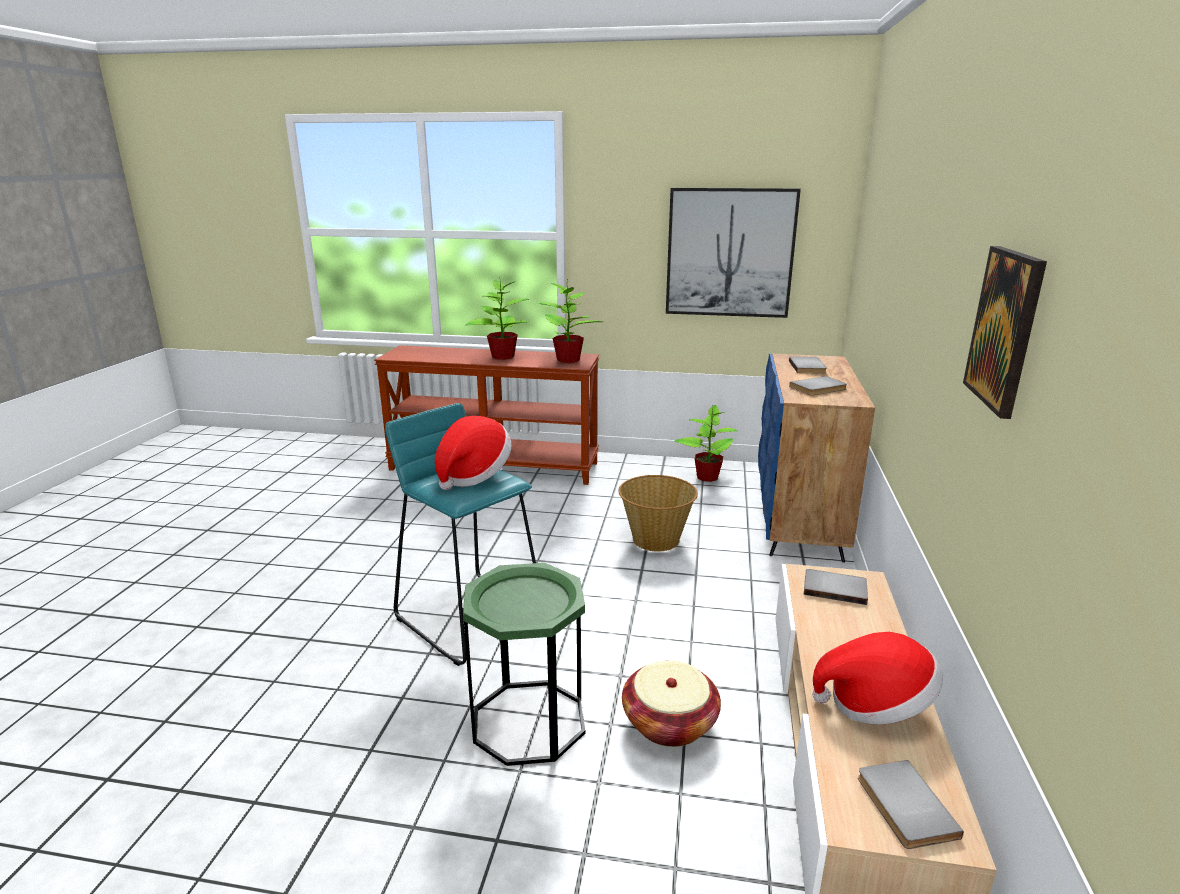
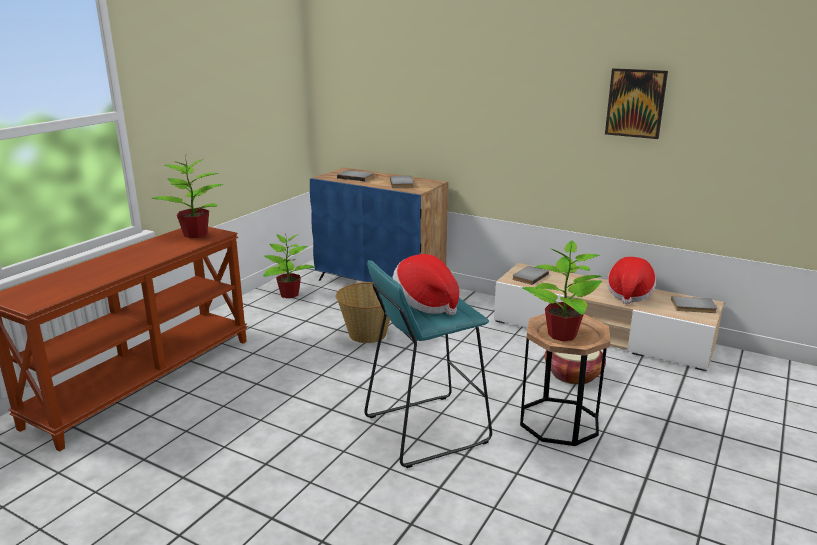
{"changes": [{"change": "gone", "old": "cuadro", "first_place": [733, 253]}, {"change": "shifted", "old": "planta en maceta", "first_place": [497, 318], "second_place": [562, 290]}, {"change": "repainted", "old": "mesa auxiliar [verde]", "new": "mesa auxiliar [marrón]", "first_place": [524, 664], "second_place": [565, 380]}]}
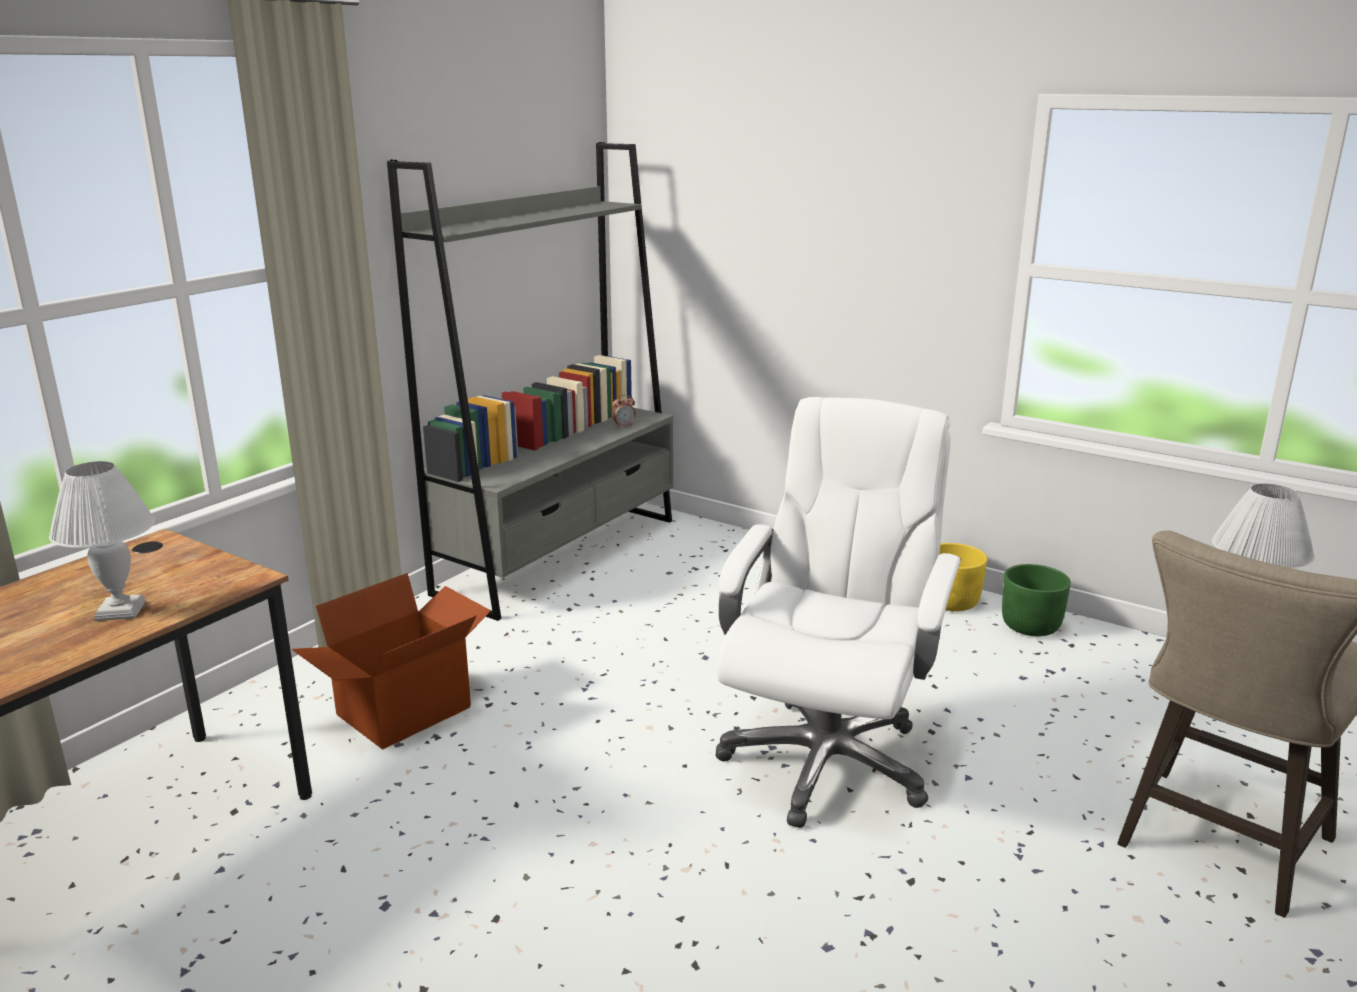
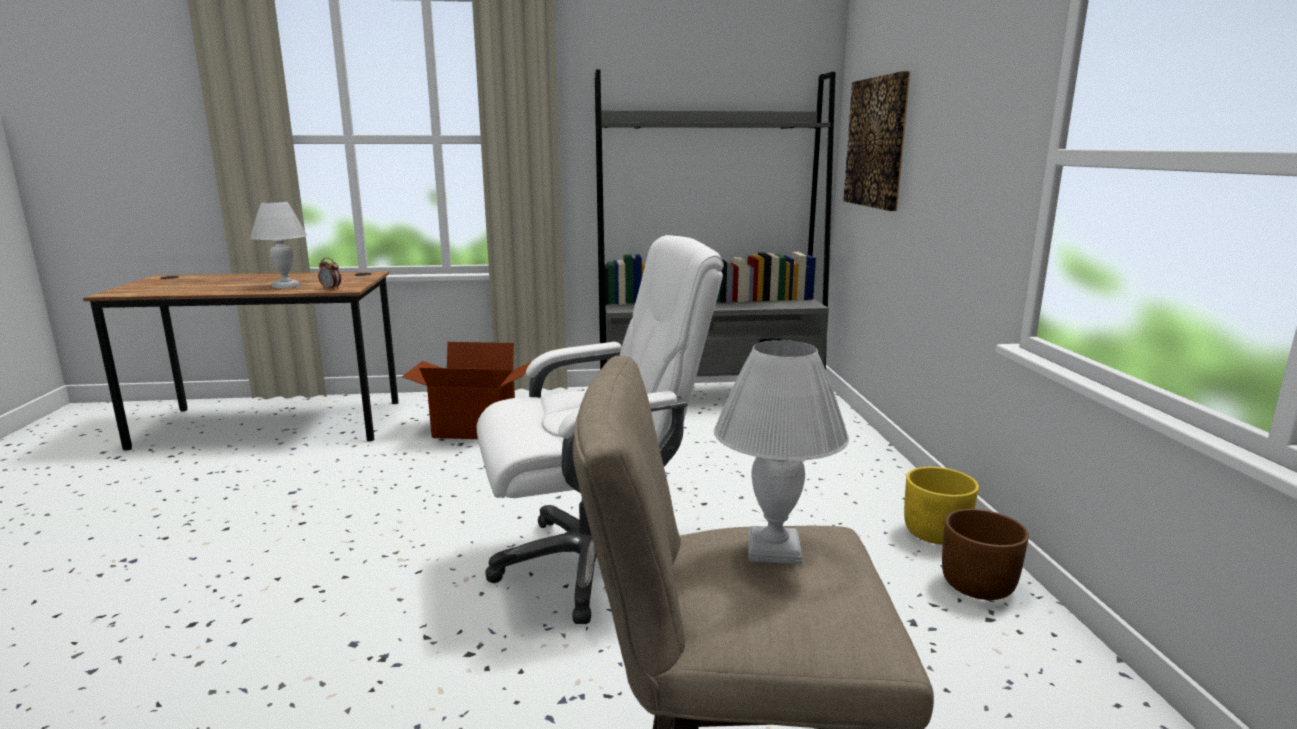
{"changes": [{"change": "new", "new": "cuadro", "second_place": [876, 141]}, {"change": "shifted", "old": "despertador", "first_place": [623, 411], "second_place": [329, 274]}, {"change": "repainted", "old": "maceta [verde]", "new": "maceta [marrón]", "first_place": [1036, 600], "second_place": [985, 554]}]}
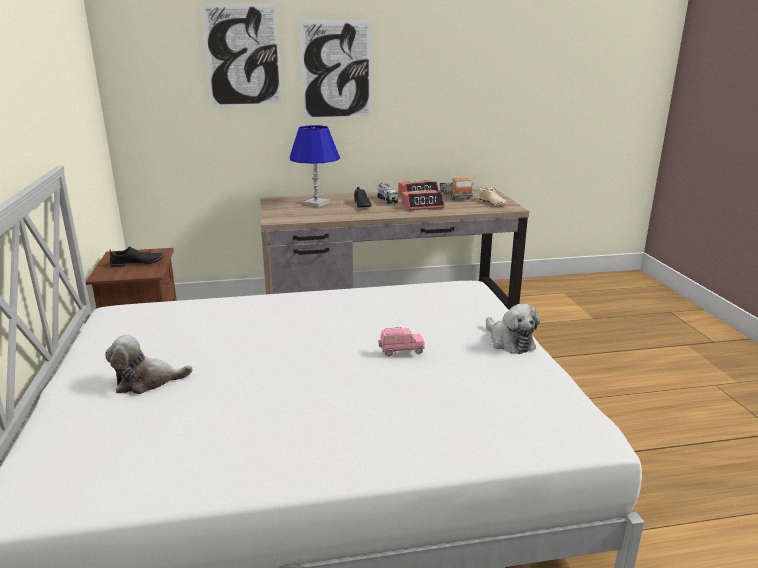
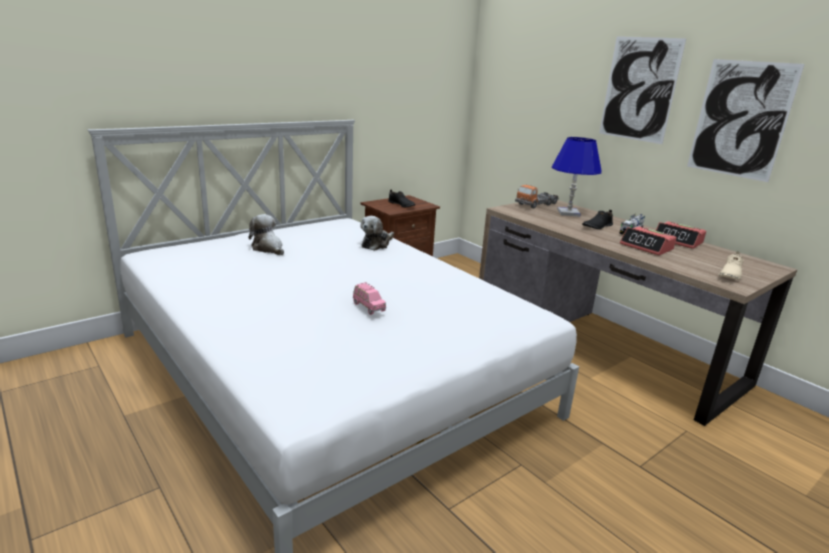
{"changes": [{"change": "shifted", "old": "cuadro", "first_place": [241, 55], "second_place": [746, 120]}, {"change": "shifted", "old": "camión de juguete", "first_place": [456, 189], "second_place": [537, 196]}, {"change": "shifted", "old": "peluche", "first_place": [513, 329], "second_place": [377, 233]}]}
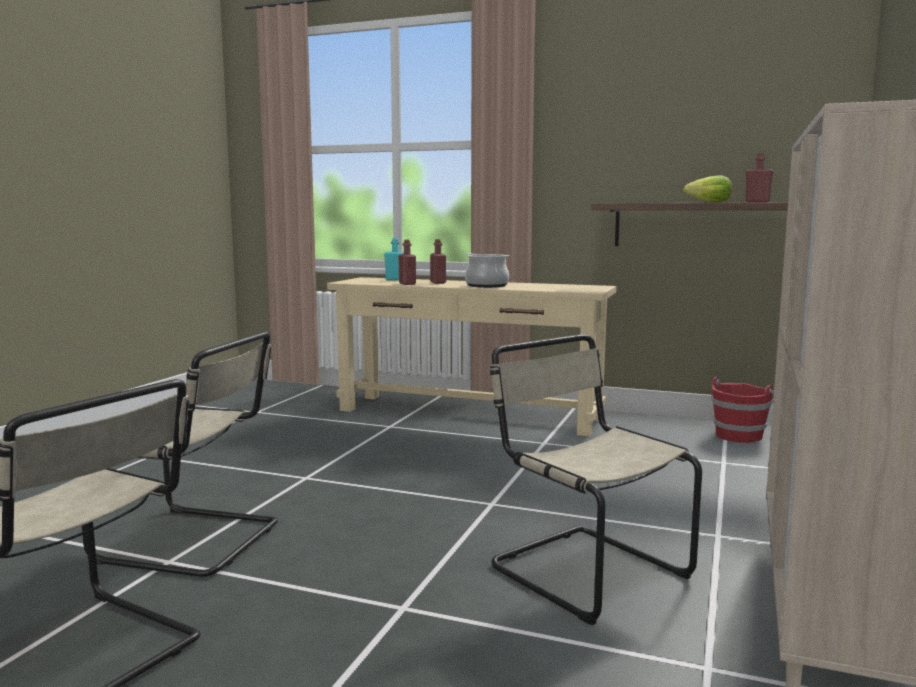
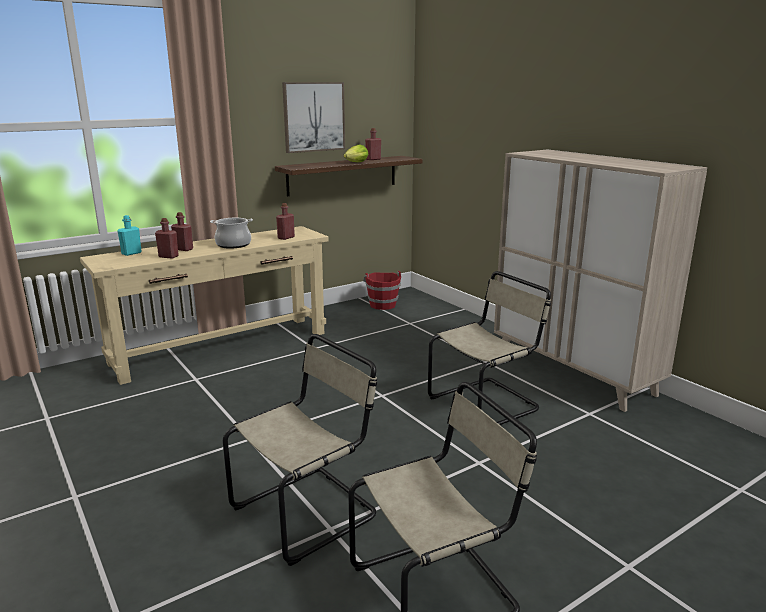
{"changes": [{"change": "new", "new": "botella [rojo]", "second_place": [285, 221]}, {"change": "new", "new": "cuadro", "second_place": [313, 117]}, {"change": "rotated", "old": "silla [beis]", "first_place": [596, 479], "second_place": [489, 348], "degrees": 150}]}
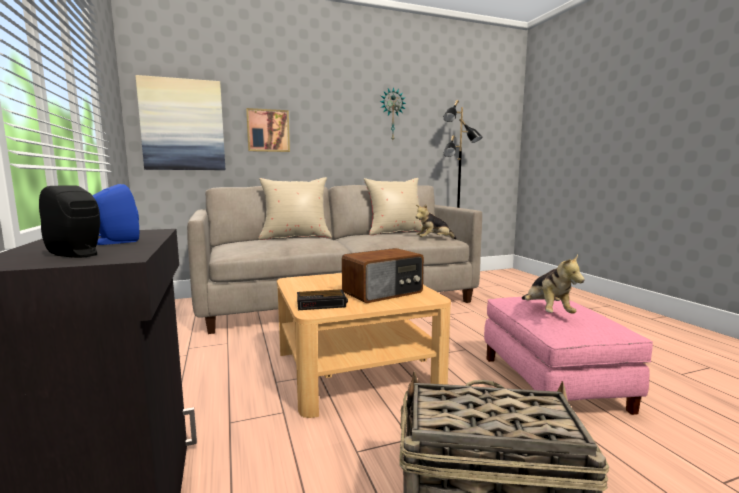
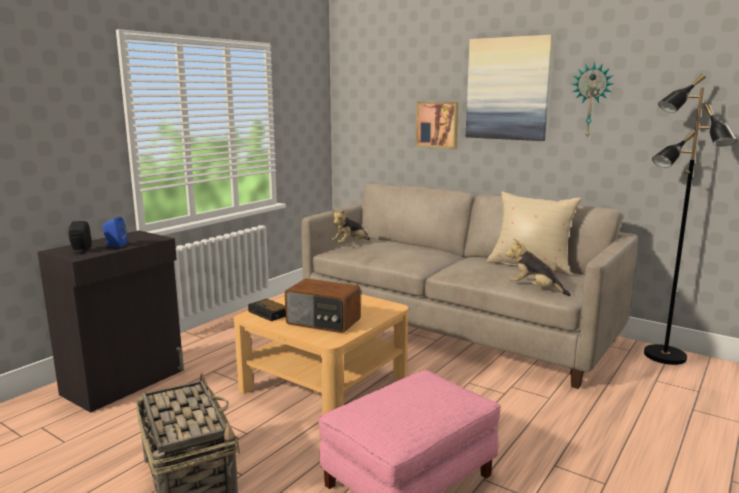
{"changes": [{"change": "gone", "old": "cojín [beis]", "first_place": [295, 208]}, {"change": "shifted", "old": "cuadro", "first_place": [180, 122], "second_place": [509, 88]}, {"change": "shifted", "old": "peluche", "first_place": [553, 284], "second_place": [350, 226]}]}
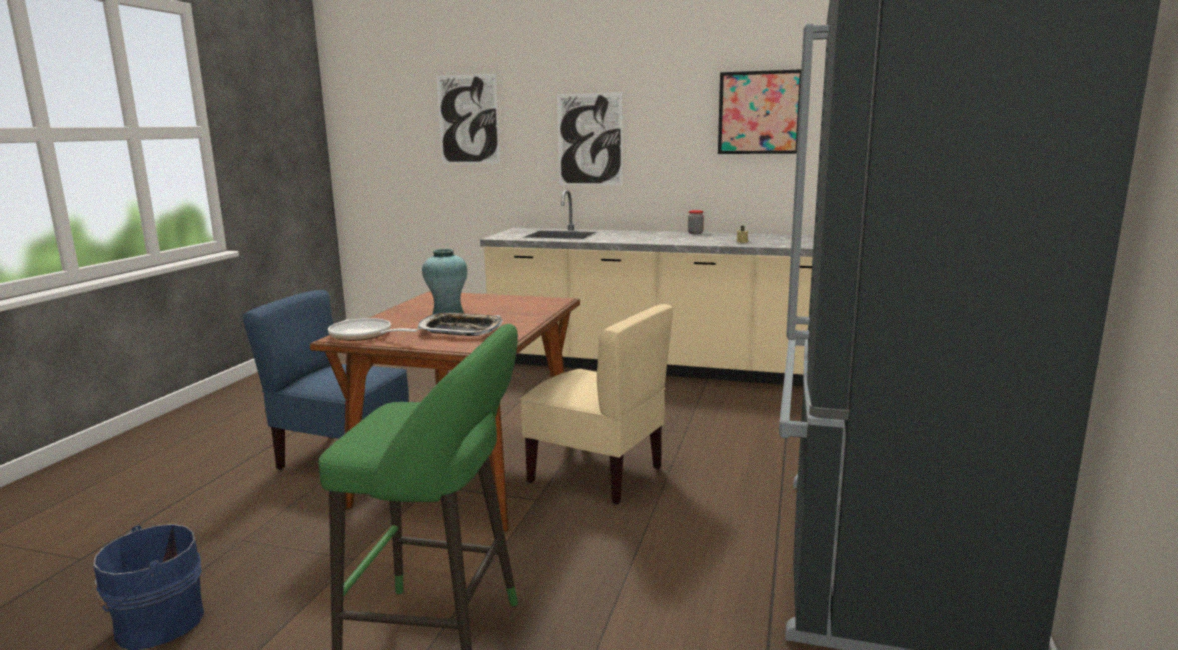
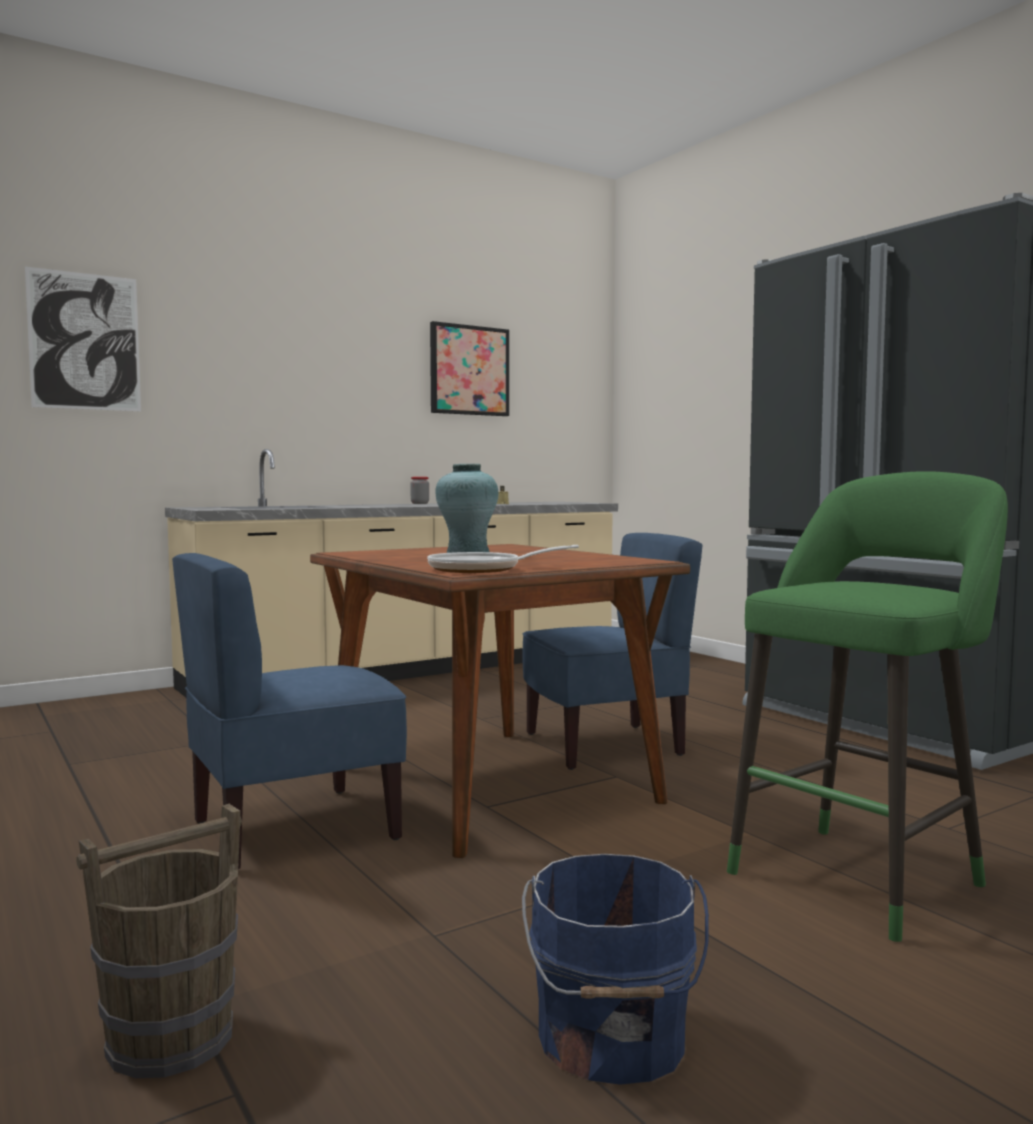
{"changes": [{"change": "gone", "old": "bandeja", "first_place": [460, 324]}, {"change": "gone", "old": "cuadro", "first_place": [590, 138]}, {"change": "new", "new": "cubo [marrón]", "second_place": [159, 941]}, {"change": "repainted", "old": "silla [beis]", "new": "silla [azul]", "first_place": [596, 404], "second_place": [612, 651]}]}
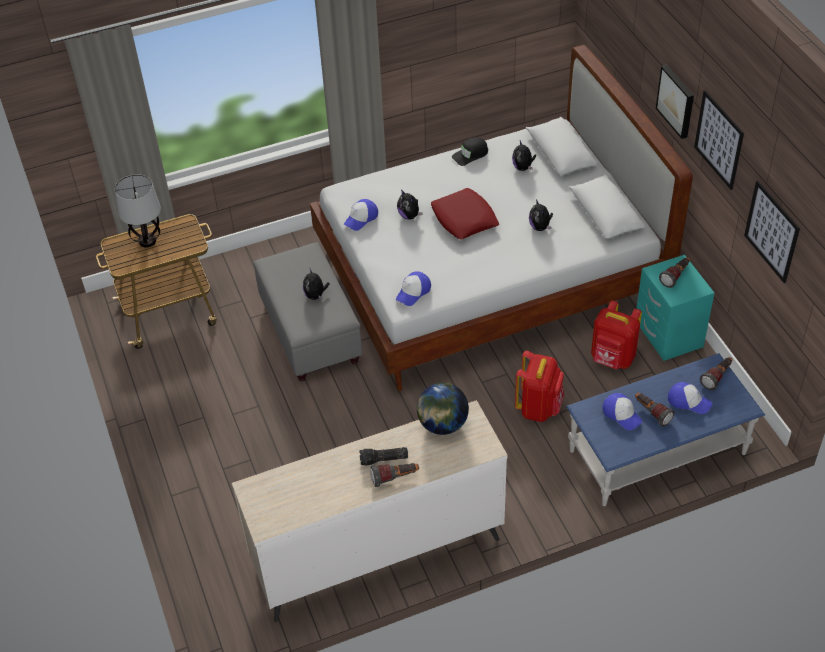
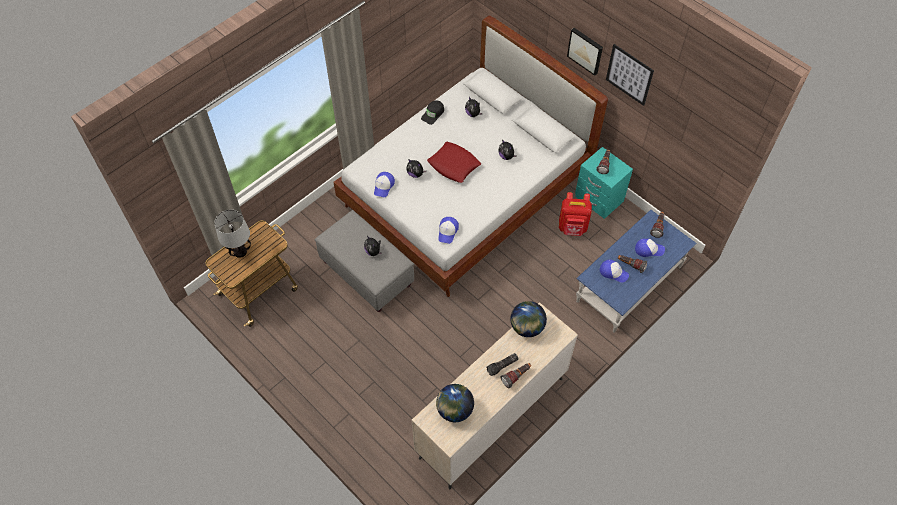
{"changes": [{"change": "gone", "old": "mochila [rojo]", "first_place": [539, 386]}, {"change": "gone", "old": "cuadro", "first_place": [772, 232]}, {"change": "new", "new": "globo terráqueo", "second_place": [455, 403]}]}
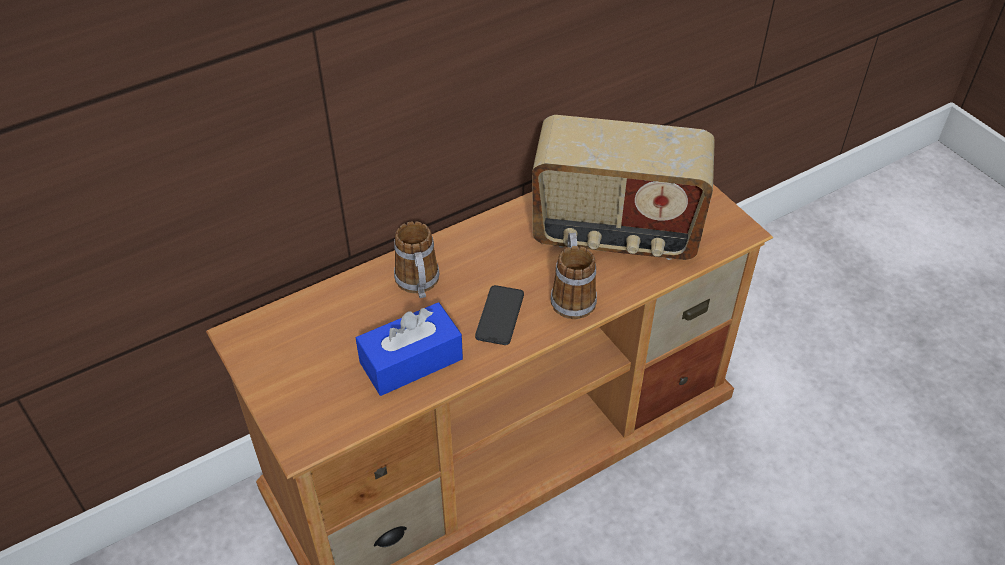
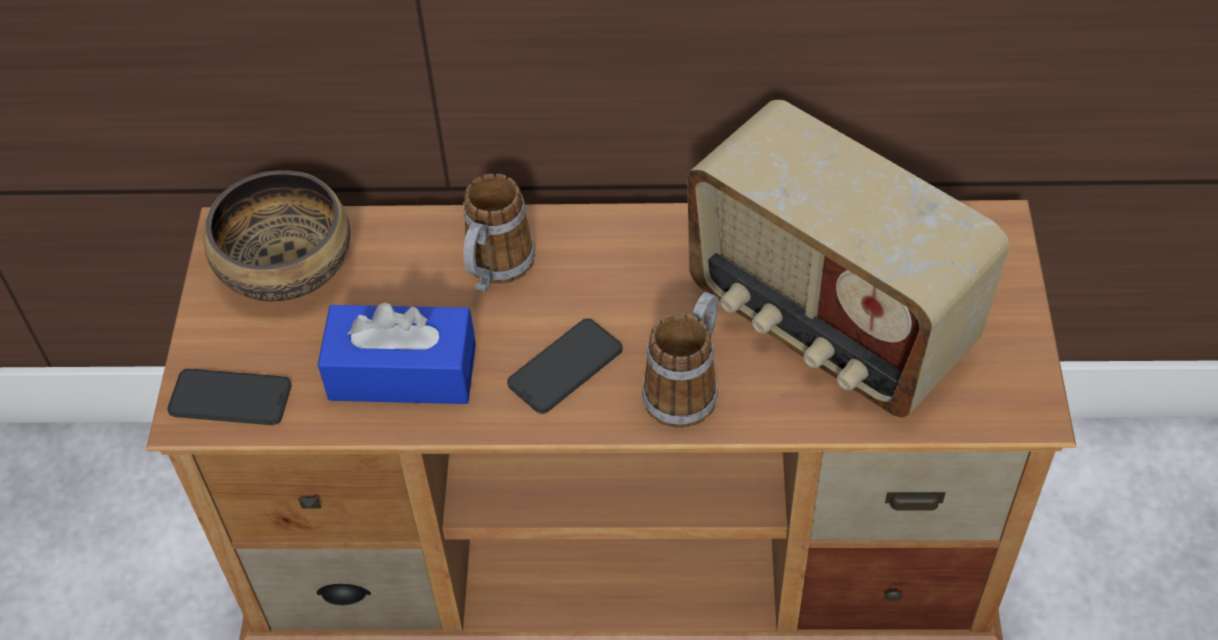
{"changes": [{"change": "new", "new": "móvil", "second_place": [229, 397]}, {"change": "new", "new": "cuenco", "second_place": [276, 235]}]}
